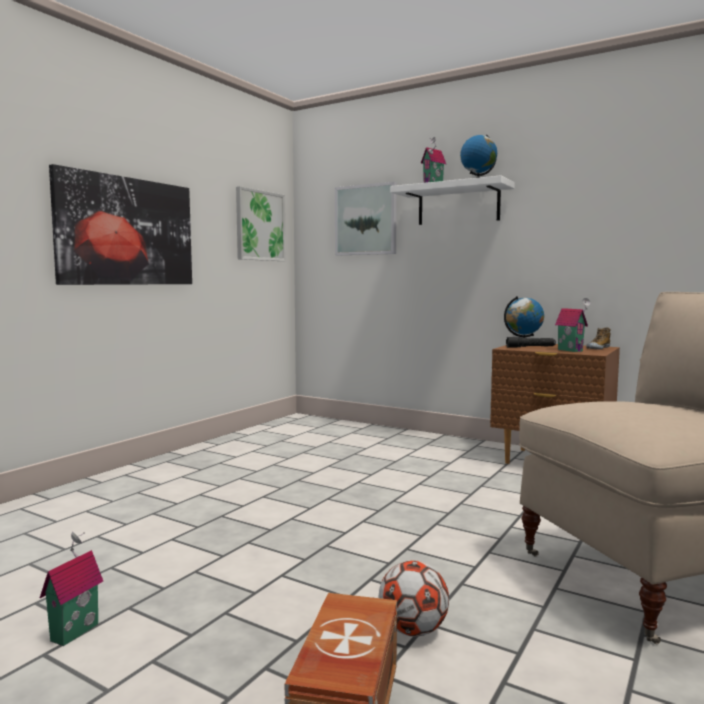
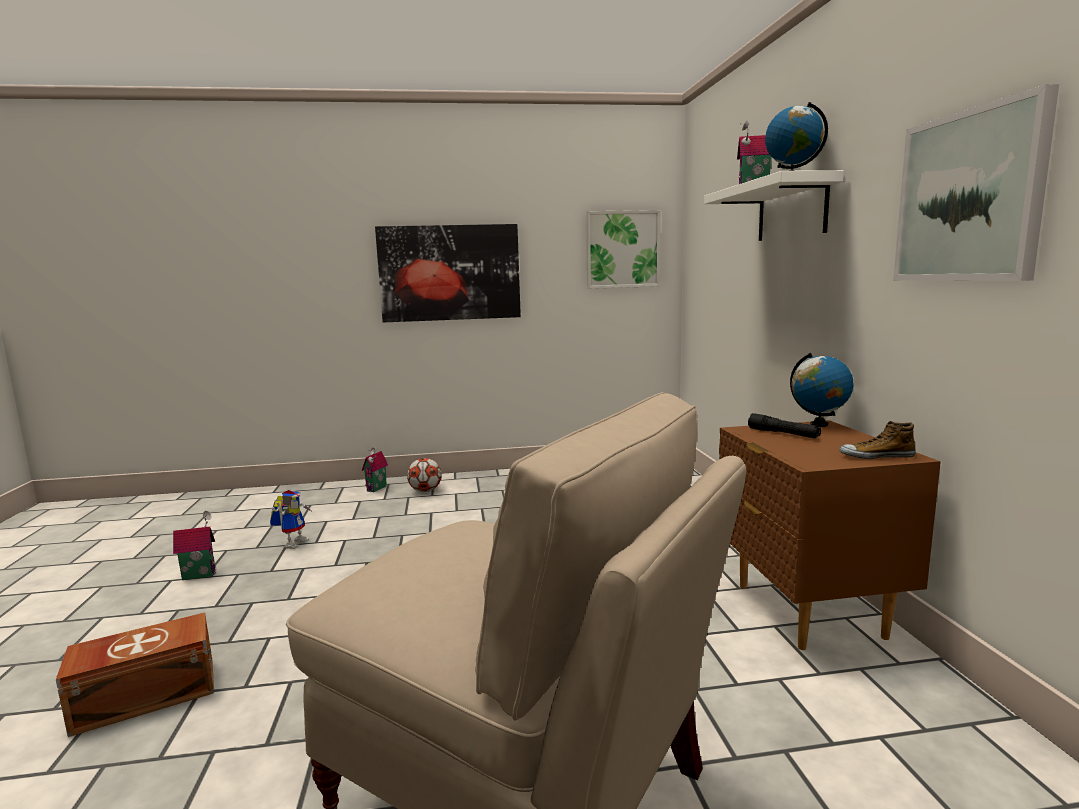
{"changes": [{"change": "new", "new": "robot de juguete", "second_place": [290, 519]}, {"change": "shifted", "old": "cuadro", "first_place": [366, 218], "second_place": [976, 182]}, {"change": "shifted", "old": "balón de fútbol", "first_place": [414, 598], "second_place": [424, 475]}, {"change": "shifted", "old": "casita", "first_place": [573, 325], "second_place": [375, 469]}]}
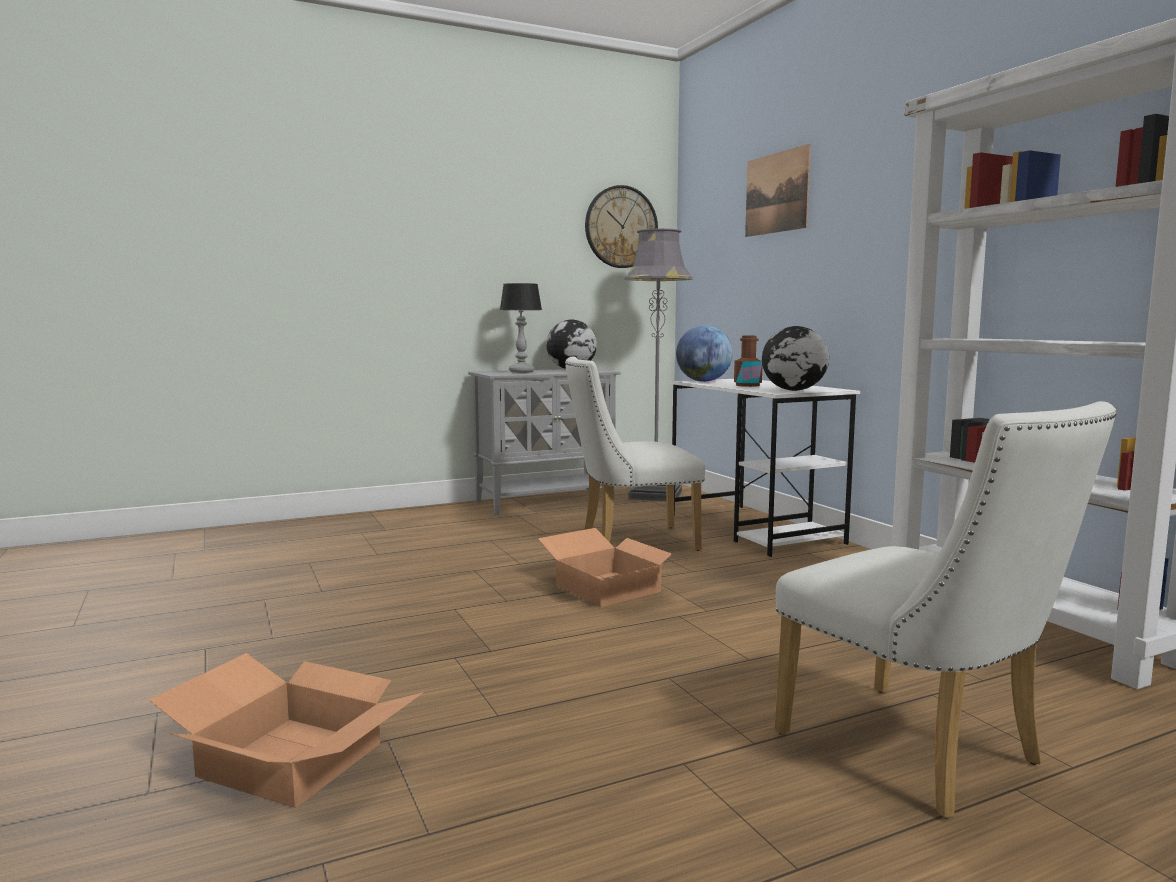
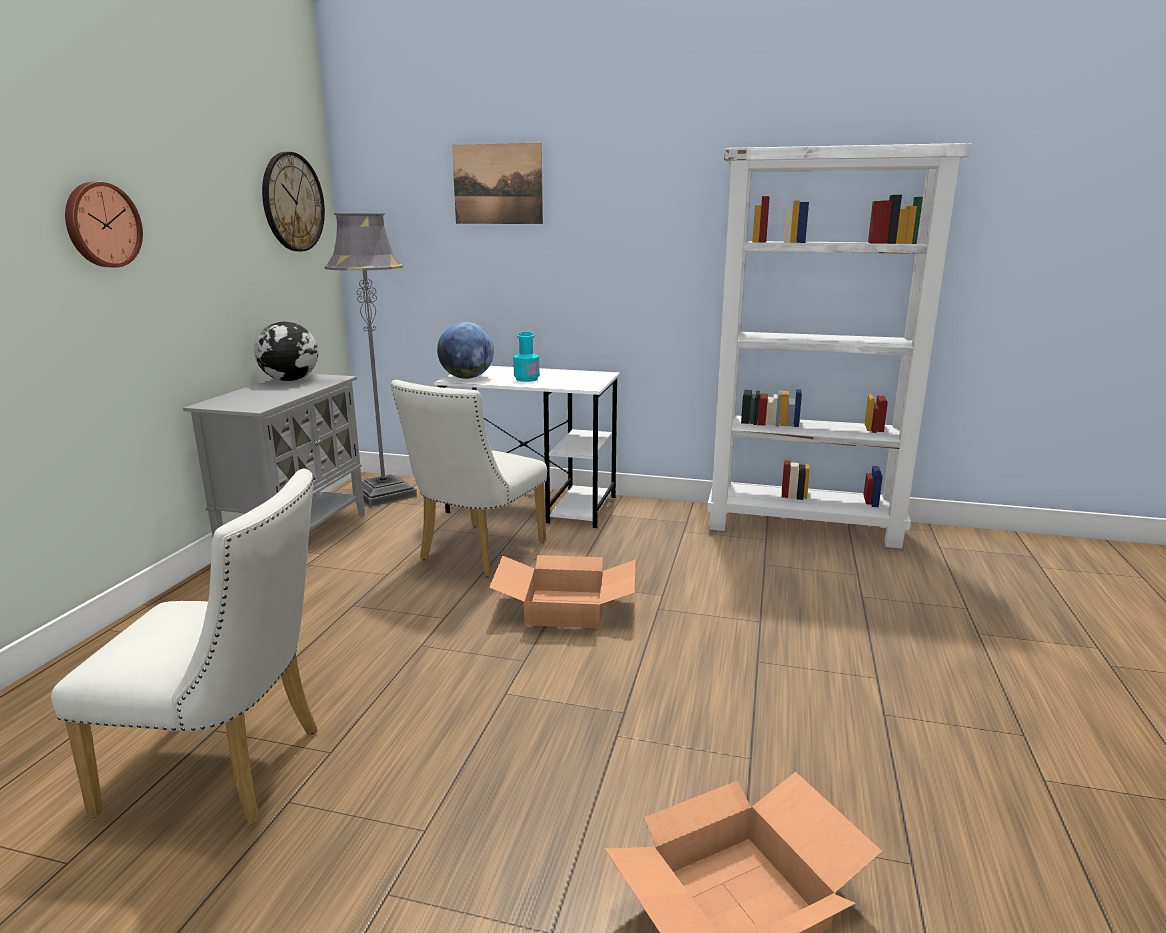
{"changes": [{"change": "gone", "old": "lámpara de mesa", "first_place": [521, 328]}, {"change": "gone", "old": "globo terráqueo", "first_place": [795, 358]}, {"change": "new", "new": "reloj de pared", "second_place": [104, 224]}, {"change": "shifted", "old": "silla [blanco]", "first_place": [946, 610], "second_place": [184, 646]}, {"change": "repainted", "old": "botella [marrón]", "new": "botella [turquesa]", "first_place": [748, 361], "second_place": [526, 357]}]}
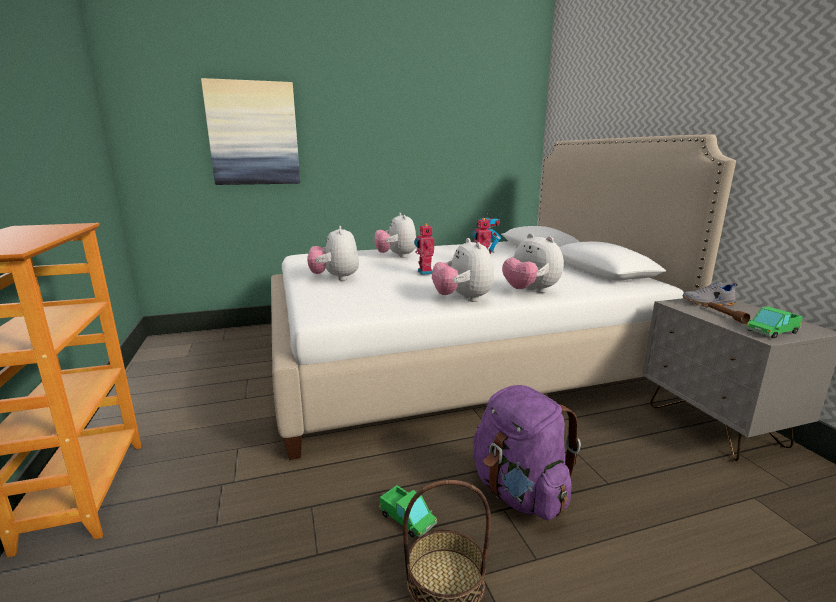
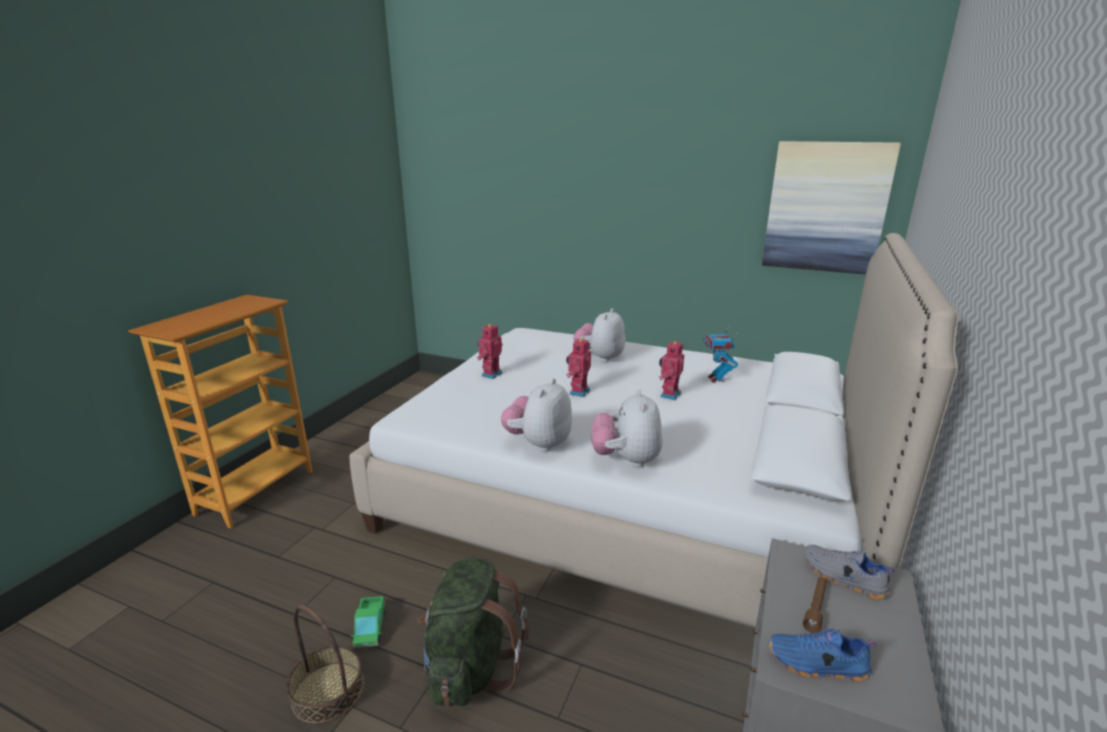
{"changes": [{"change": "shifted", "old": "cuadro", "first_place": [250, 131], "second_place": [831, 207]}, {"change": "swapped", "old": "peluche", "new": "robot de juguete", "first_place": [333, 253], "second_place": [490, 351]}, {"change": "swapped", "old": "camión de juguete", "new": "zapato [azul]", "first_place": [774, 323], "second_place": [822, 655]}, {"change": "repainted", "old": "mochila [morado]", "new": "mochila [verde]", "first_place": [527, 452], "second_place": [473, 632]}]}
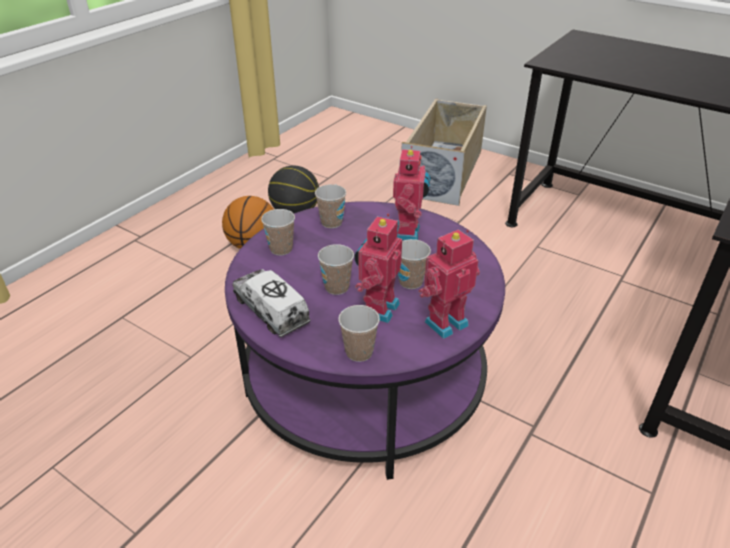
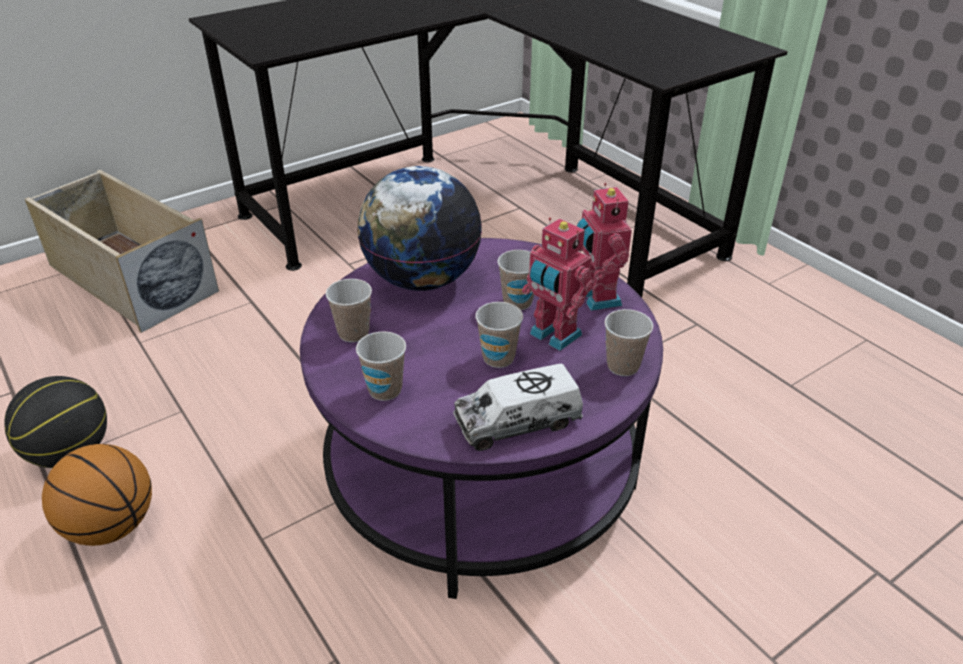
{"changes": [{"change": "swapped", "old": "robot de juguete", "new": "globo terráqueo", "first_place": [411, 193], "second_place": [419, 228]}]}
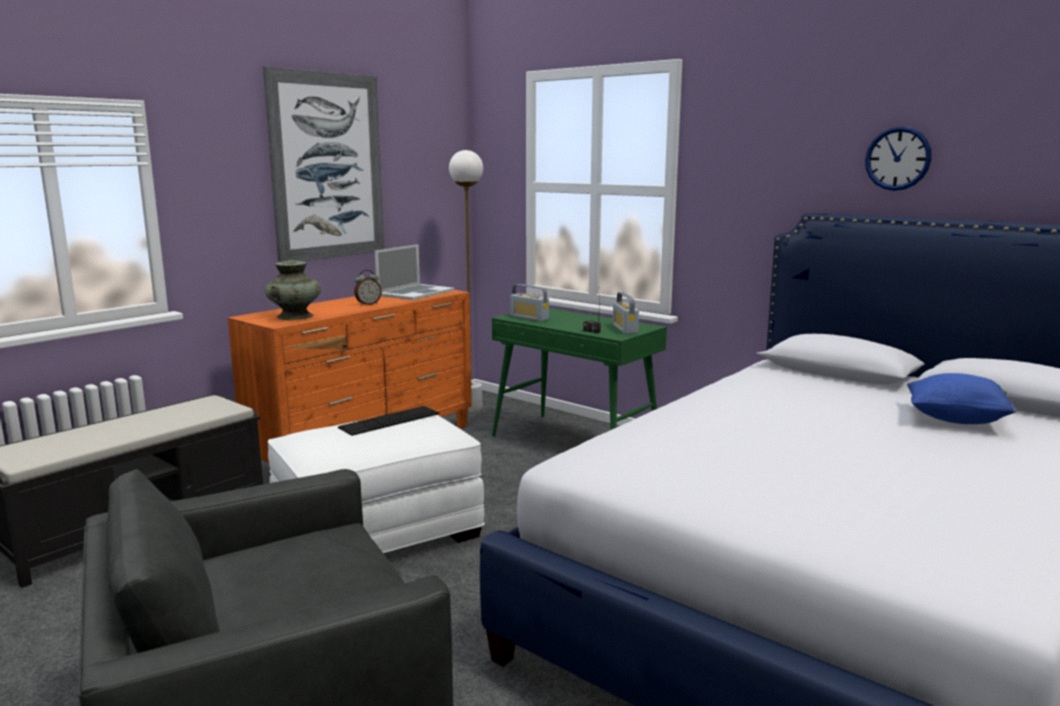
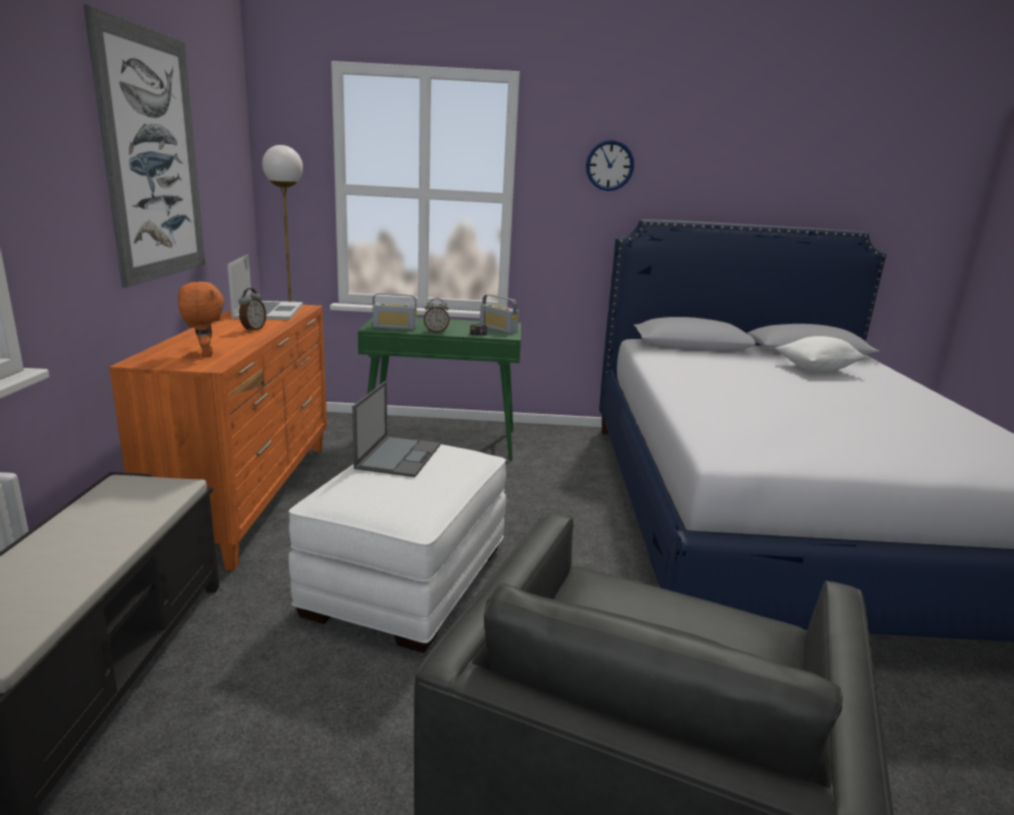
{"changes": [{"change": "new", "new": "despertador", "second_place": [436, 315]}, {"change": "shifted", "old": "reloj de pared", "first_place": [898, 158], "second_place": [610, 165]}, {"change": "swapped", "old": "florero [turquesa]", "new": "peluche [naranja]", "first_place": [293, 290], "second_place": [201, 319]}, {"change": "swapped", "old": "teclado", "new": "portátil", "first_place": [388, 421], "second_place": [396, 429]}, {"change": "repainted", "old": "cojín [azul]", "new": "cojín [blanco]", "first_place": [962, 398], "second_place": [820, 353]}]}
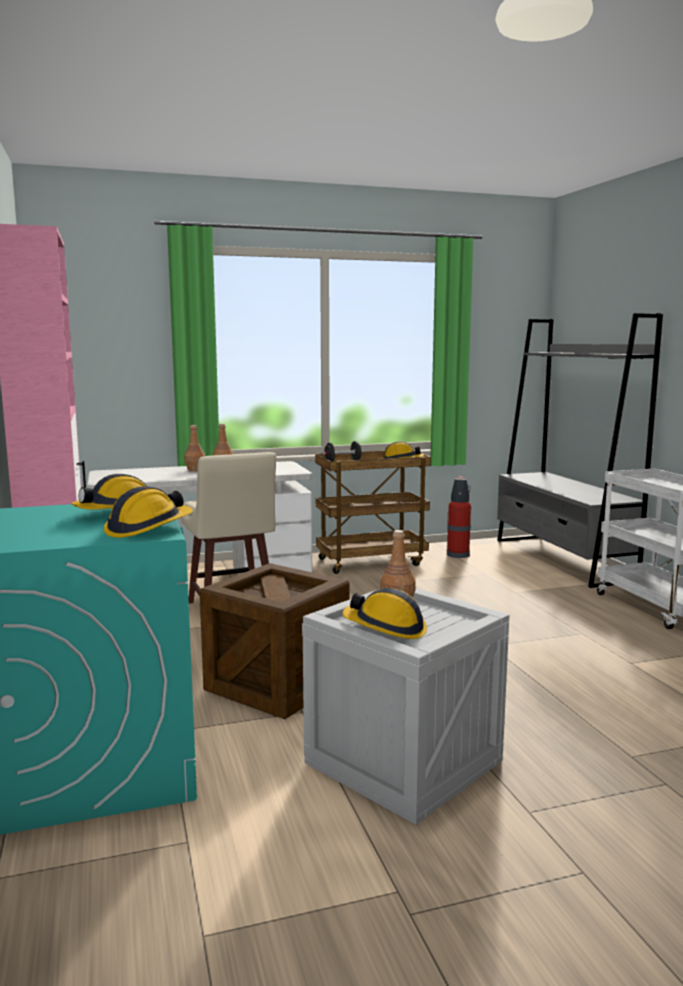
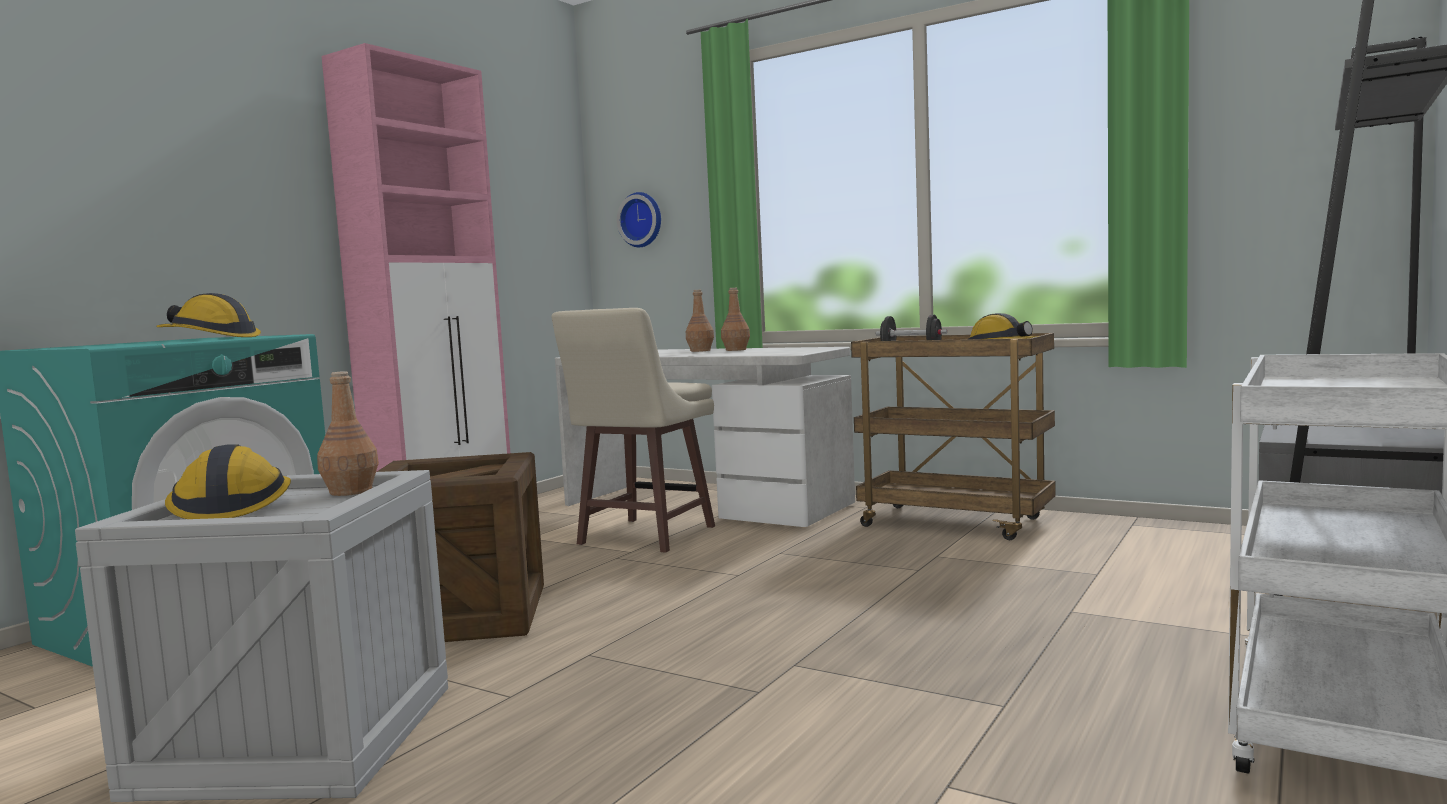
{"changes": [{"change": "gone", "old": "casco", "first_place": [148, 512]}, {"change": "gone", "old": "extintor", "first_place": [459, 517]}, {"change": "new", "new": "reloj de pared", "second_place": [639, 219]}]}
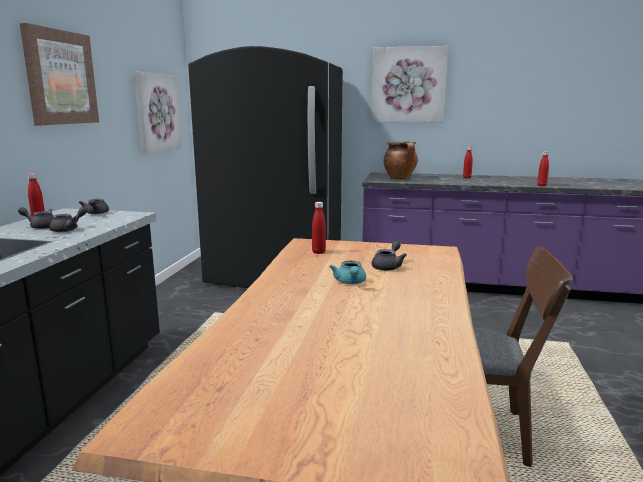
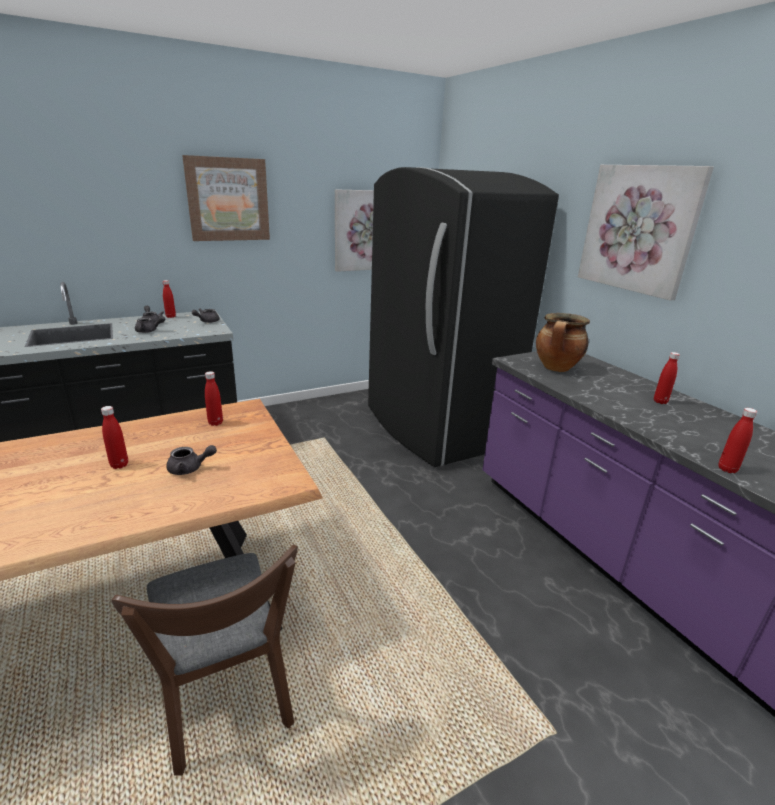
{"changes": [{"change": "swapped", "old": "tetera [turquesa]", "new": "botella [rojo]", "first_place": [347, 272], "second_place": [114, 437]}]}
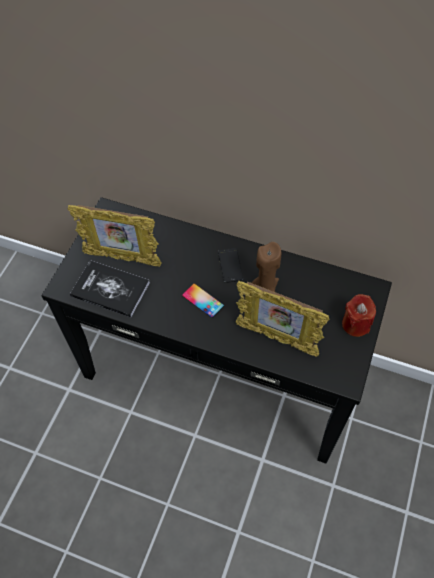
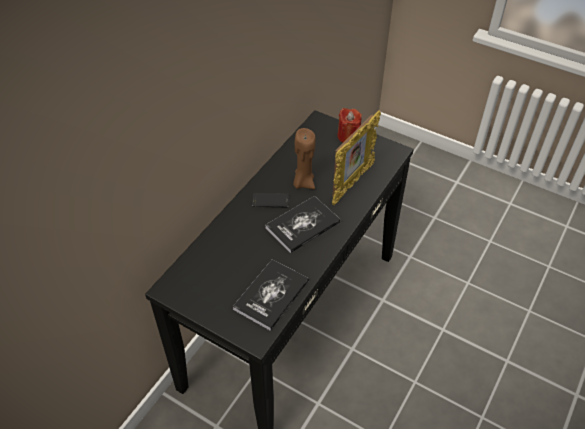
{"changes": [{"change": "gone", "old": "portarretratos", "first_place": [114, 236]}, {"change": "swapped", "old": "móvil", "new": "libro", "first_place": [203, 300], "second_place": [303, 224]}]}
